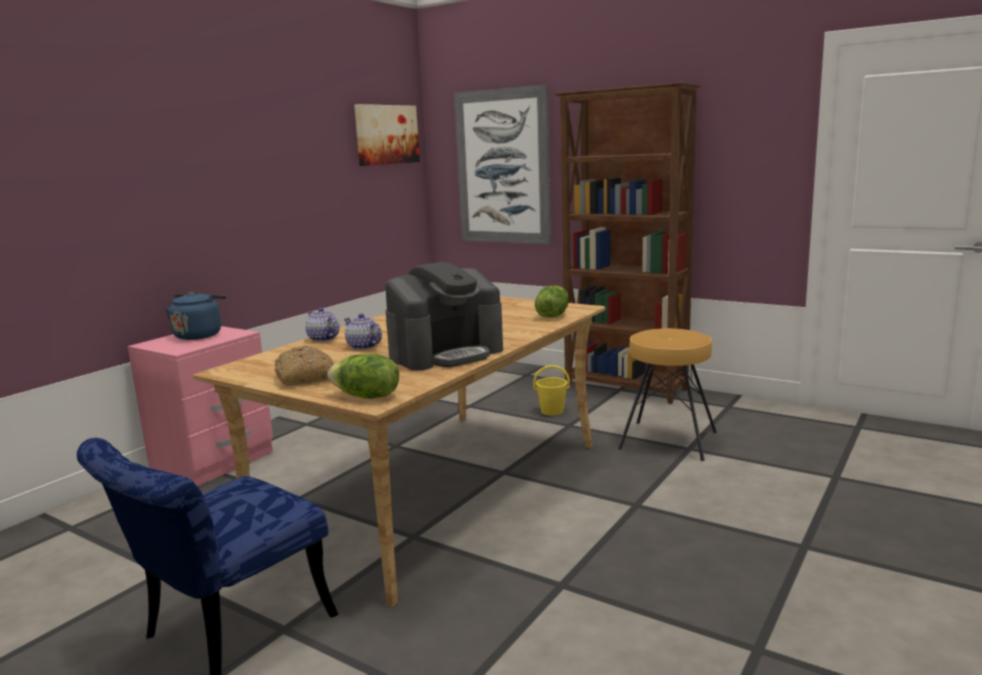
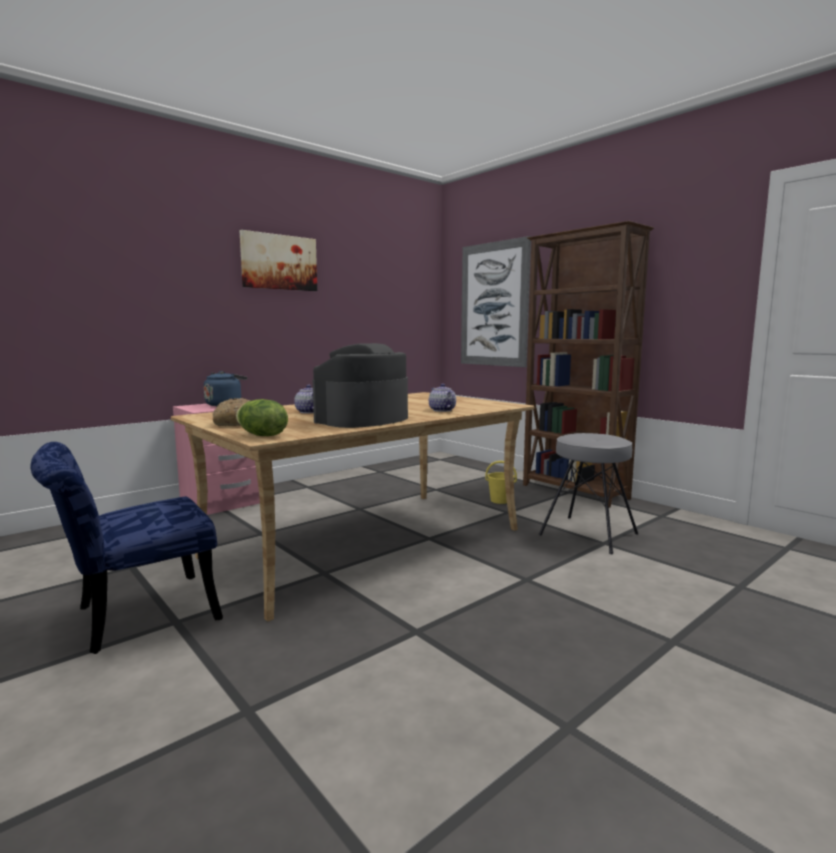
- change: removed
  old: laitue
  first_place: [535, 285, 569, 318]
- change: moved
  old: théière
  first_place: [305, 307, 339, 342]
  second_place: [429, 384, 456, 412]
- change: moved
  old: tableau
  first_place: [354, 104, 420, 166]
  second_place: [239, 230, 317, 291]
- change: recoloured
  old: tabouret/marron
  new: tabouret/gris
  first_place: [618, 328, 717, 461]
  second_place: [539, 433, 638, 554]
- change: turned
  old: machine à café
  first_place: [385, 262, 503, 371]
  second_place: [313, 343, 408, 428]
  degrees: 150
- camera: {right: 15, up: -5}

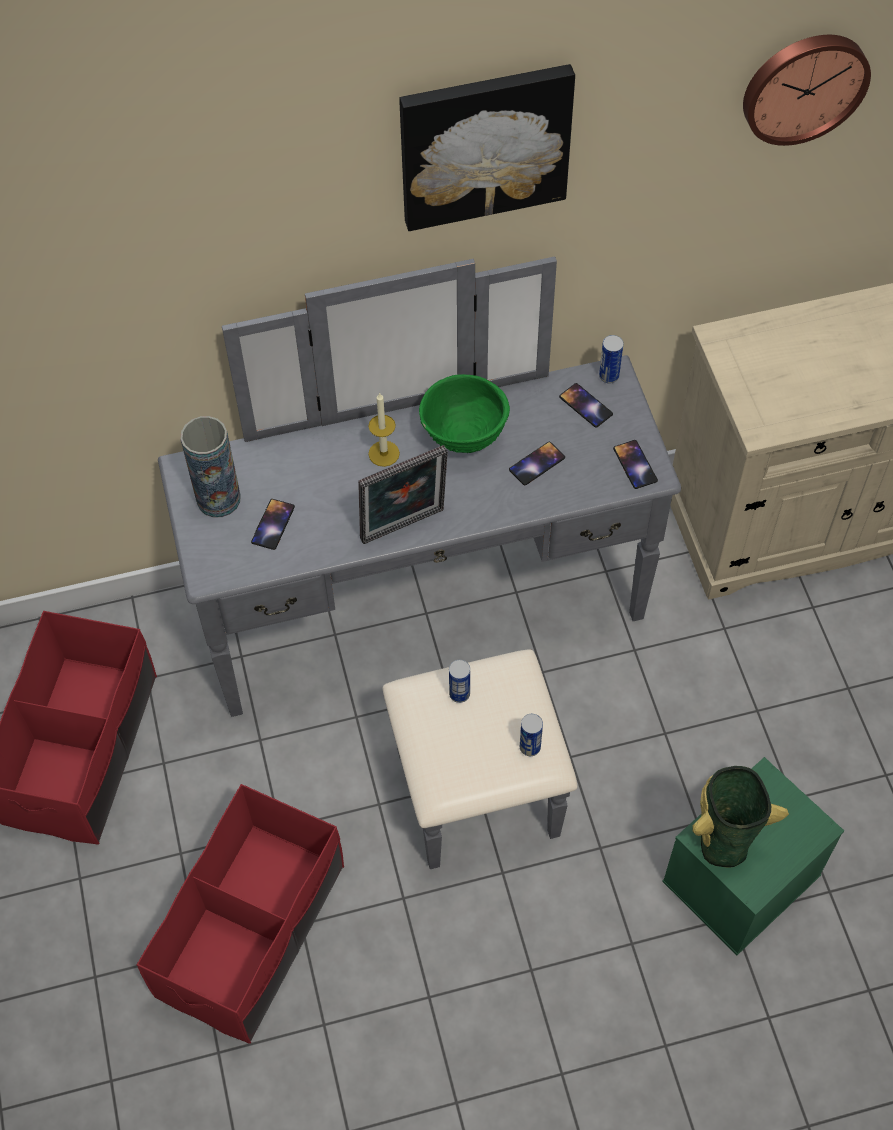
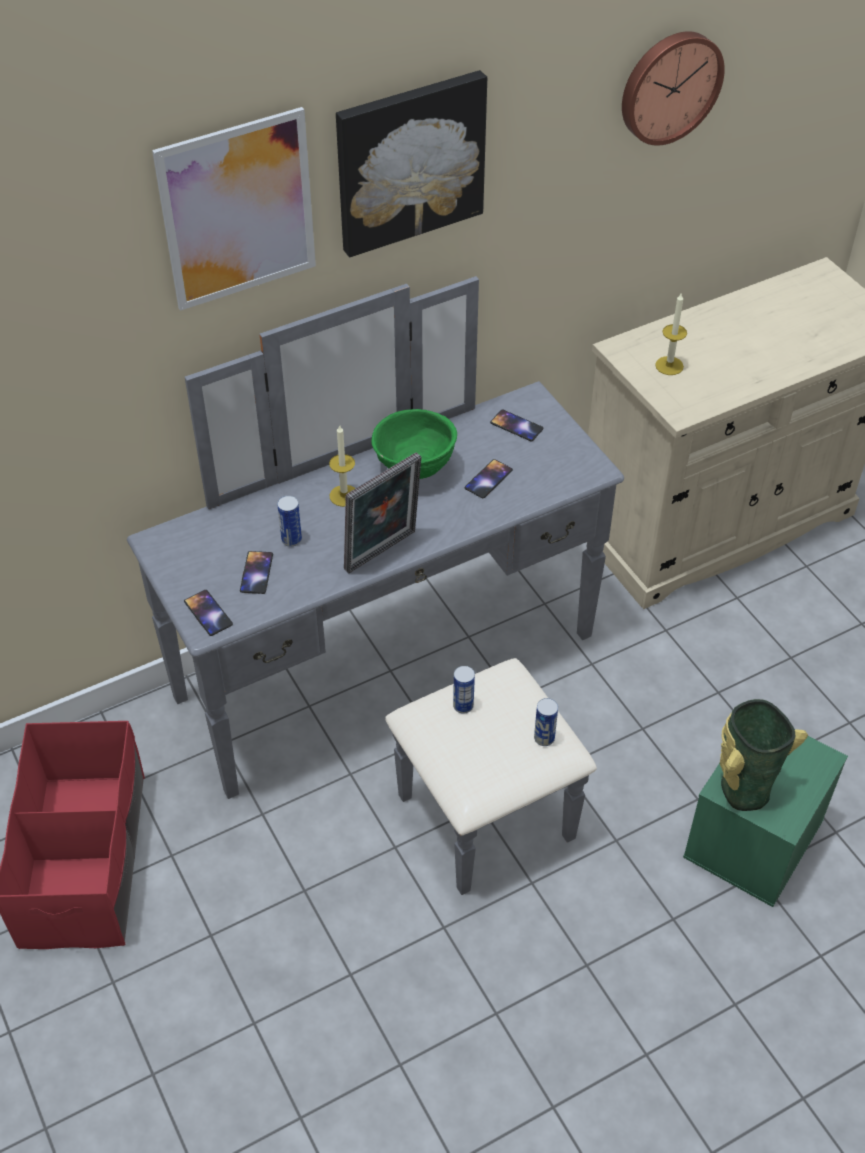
- change: removed
  old: boîte de rangement/rouge
  first_place: [137, 784, 344, 1044]
- change: removed
  old: vase
  first_place: [181, 416, 241, 517]
- change: added
  new: tableau
  second_place: [152, 107, 316, 311]
- change: added
  new: bougie
  second_place: [655, 292, 687, 375]
- change: moved
  old: boîte métallique
  first_place: [599, 335, 624, 384]
  second_place: [277, 496, 302, 547]
- change: moved
  old: téléphone
  first_place: [613, 440, 658, 489]
  second_place: [184, 590, 233, 636]
- camera: {right: -15, up: -10}

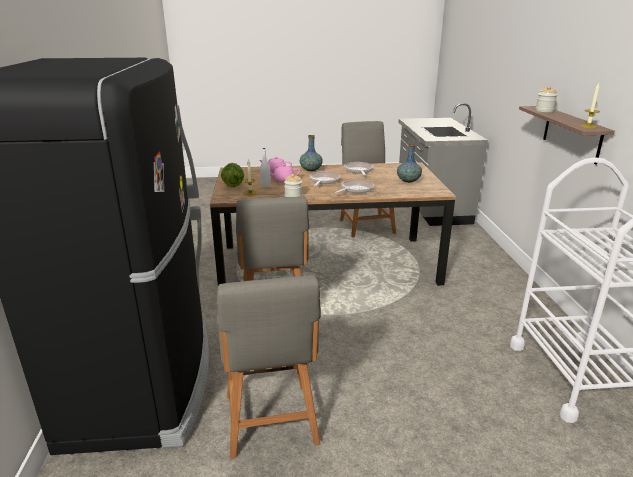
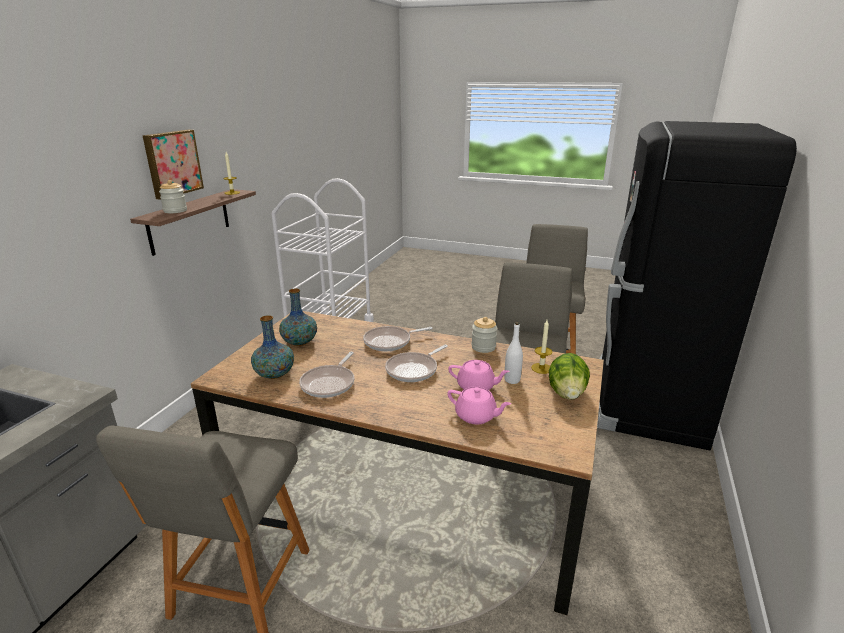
- change: added
  new: tableau
  second_place: [143, 130, 204, 200]
- change: moved
  old: vase
  first_place: [300, 135, 323, 172]
  second_place: [251, 315, 294, 379]
- camera: {right: -155, up: 0}

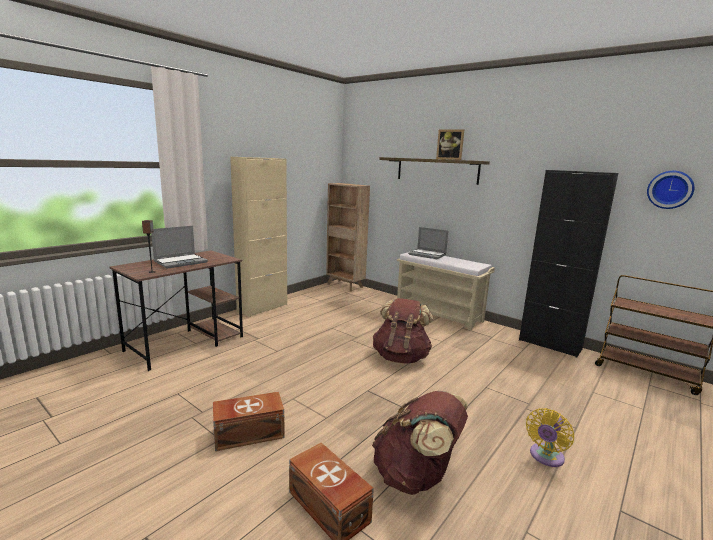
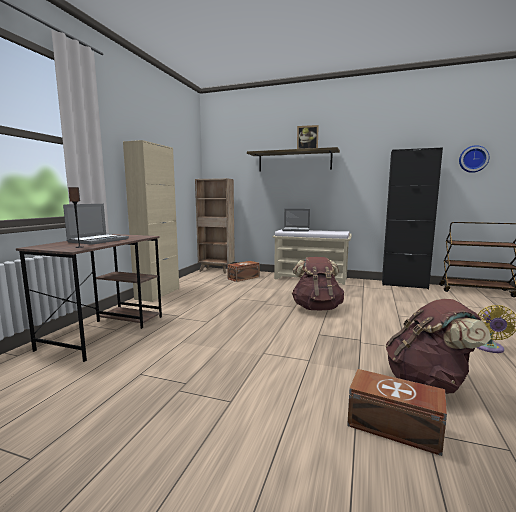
- change: moved
  old: boîte de rangement/marron
  first_place: [213, 392, 285, 451]
  second_place: [227, 261, 260, 282]
- camera: {right: -20, up: -5}

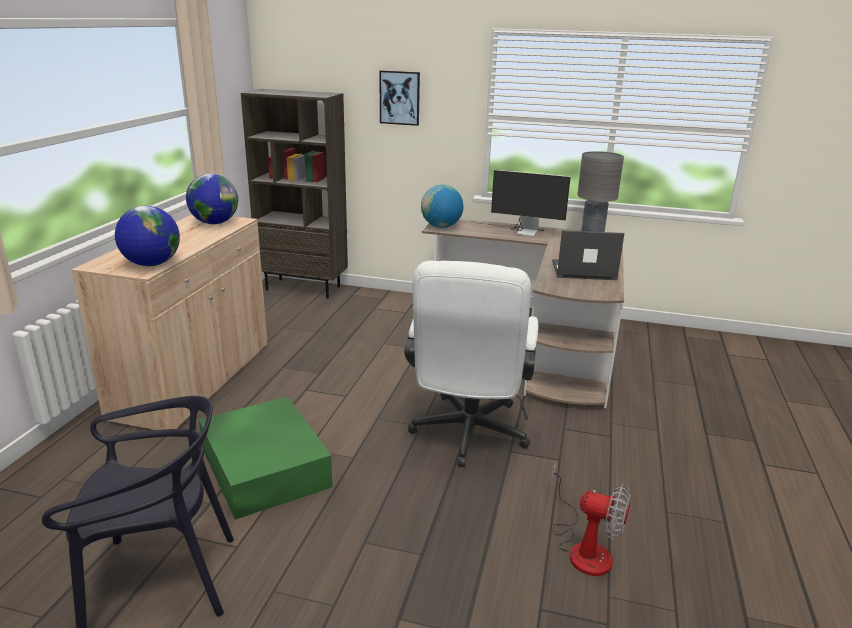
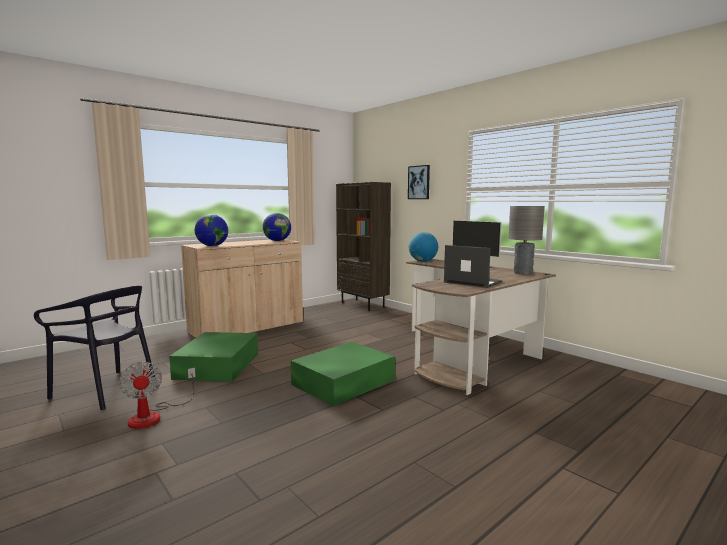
- change: moved
  old: ventilateur
  first_place: [552, 464, 631, 576]
  second_place: [119, 362, 196, 429]
- change: replaced
  old: chaise de bureau/blanc
  new: boîte de rangement/vert
  first_place: [404, 261, 538, 467]
  second_place: [291, 342, 395, 406]
- camera: {right: 35, up: -15}

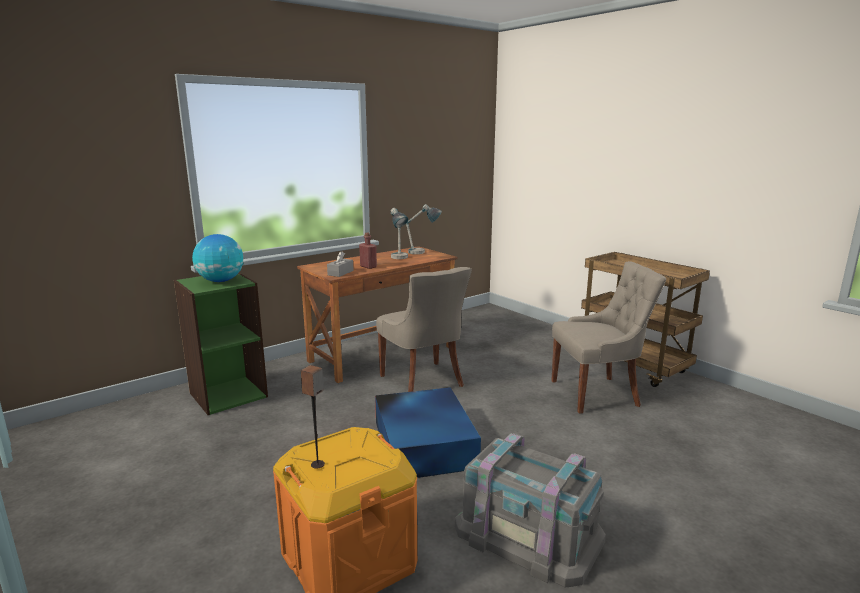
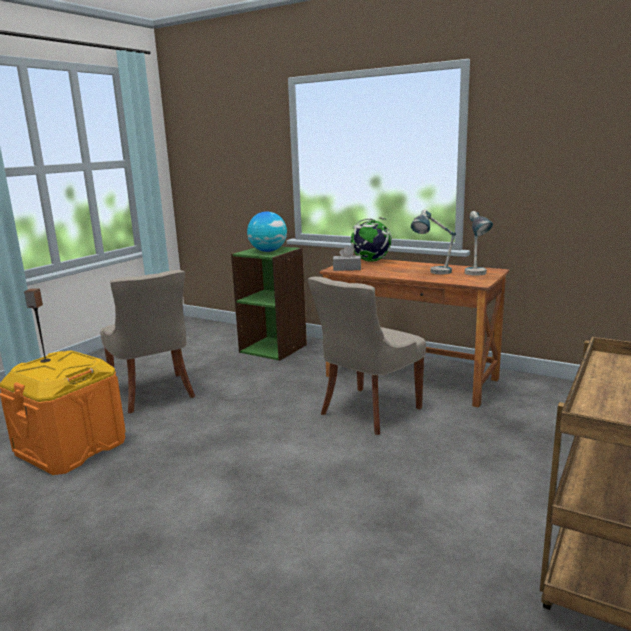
- change: removed
  old: bouteille/rouge
  first_place: [359, 233, 377, 269]
- change: removed
  old: boîte de rangement/bleu
  first_place: [375, 387, 481, 478]
- change: removed
  old: boîte de rangement/gris
  first_place: [455, 433, 606, 588]
- change: added
  new: globe
  second_place: [351, 217, 392, 262]
- change: moved
  old: chaise/gris
  first_place: [551, 261, 666, 414]
  second_place: [100, 270, 195, 413]
- camera: {right: 70, up: 0}

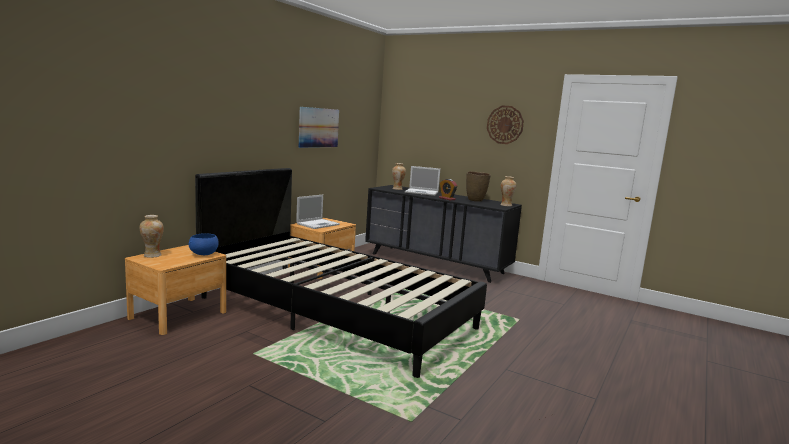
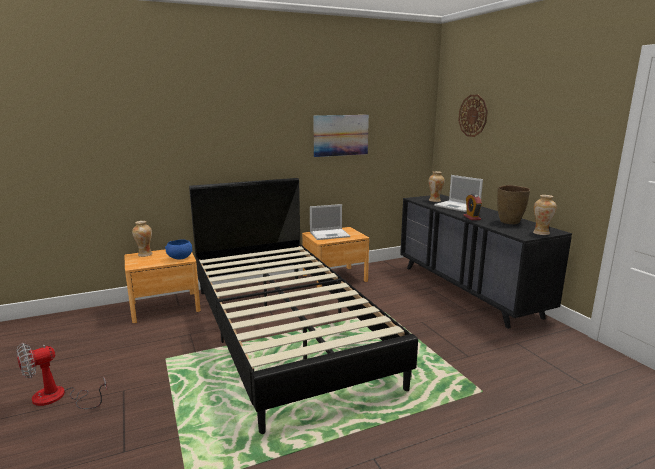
- change: added
  new: ventilateur
  second_place: [16, 343, 107, 409]
- change: moved
  old: horloge murale
  first_place: [487, 106, 524, 144]
  second_place: [458, 95, 488, 137]
- camera: {right: 35, up: 5}

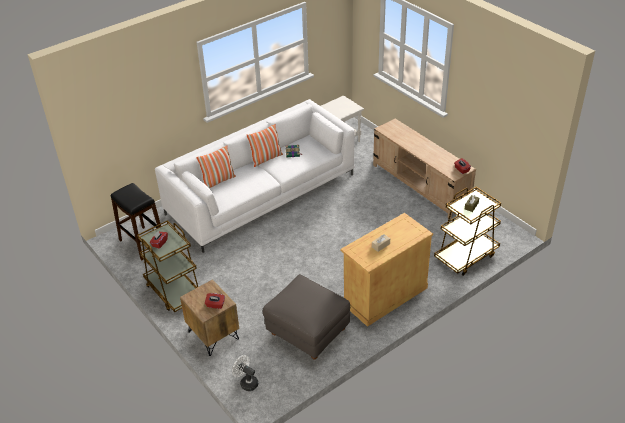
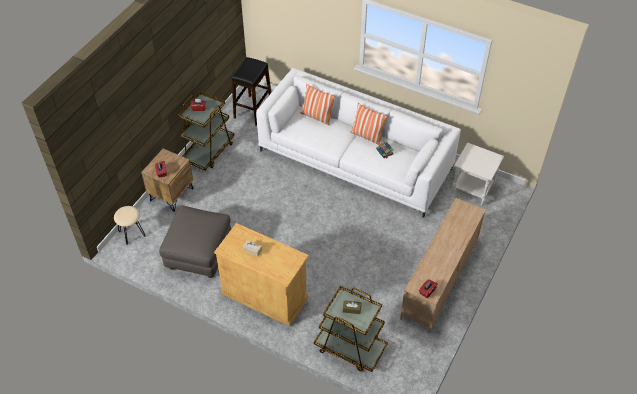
- change: replaced
  old: ventilateur/blanc
  new: tabouret/beige
  first_place: [232, 355, 258, 391]
  second_place: [114, 206, 145, 245]
- camera: {right: 65, up: 10}

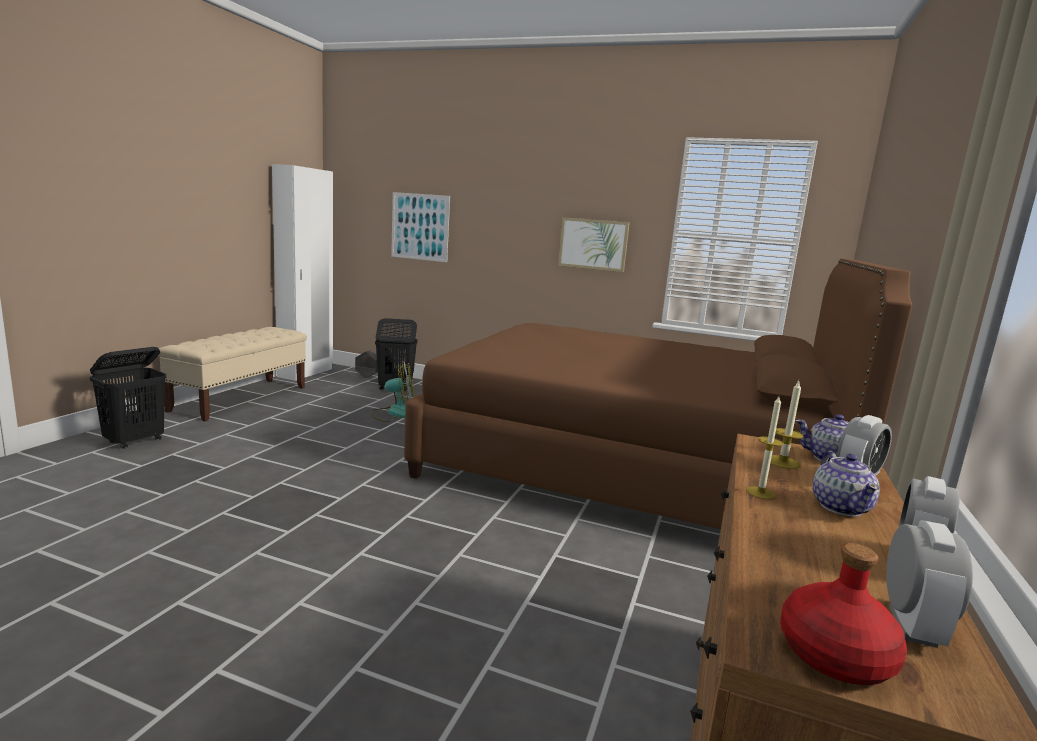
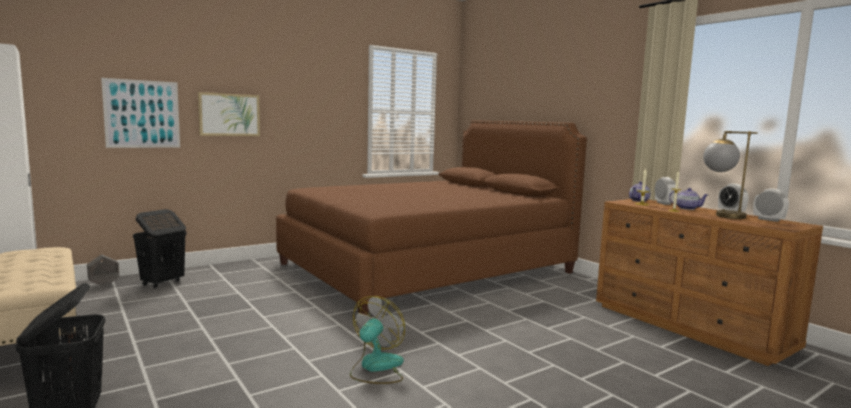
- change: removed
  old: bouteille/rouge
  first_place: [780, 543, 907, 685]
- change: added
  new: lampe de table
  second_place: [703, 131, 758, 219]
- change: moved
  old: ventilateur
  first_place: [371, 361, 415, 422]
  second_place: [350, 296, 405, 384]
- change: moved
  old: tableau
  first_place: [558, 217, 630, 272]
  second_place: [198, 92, 260, 136]
- camera: {right: -55, up: -5}

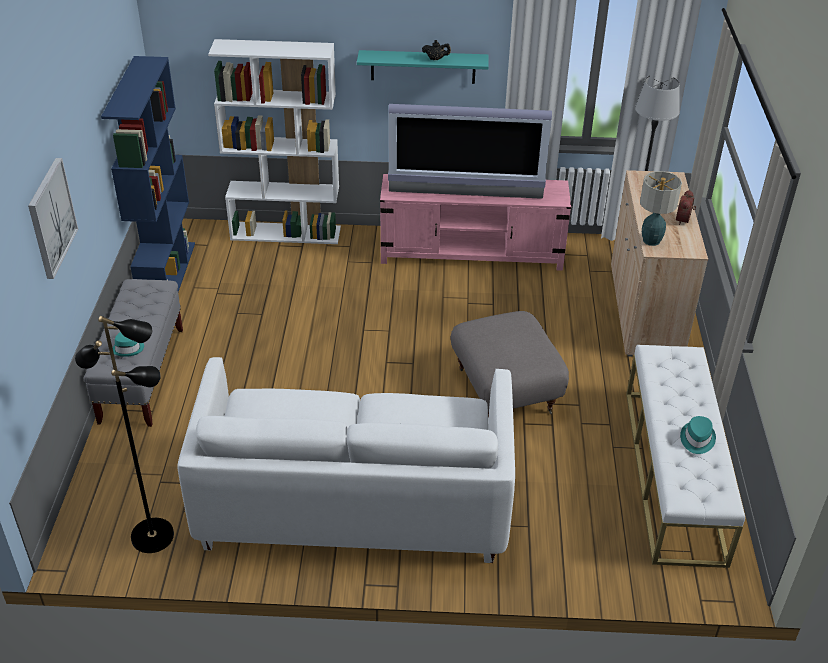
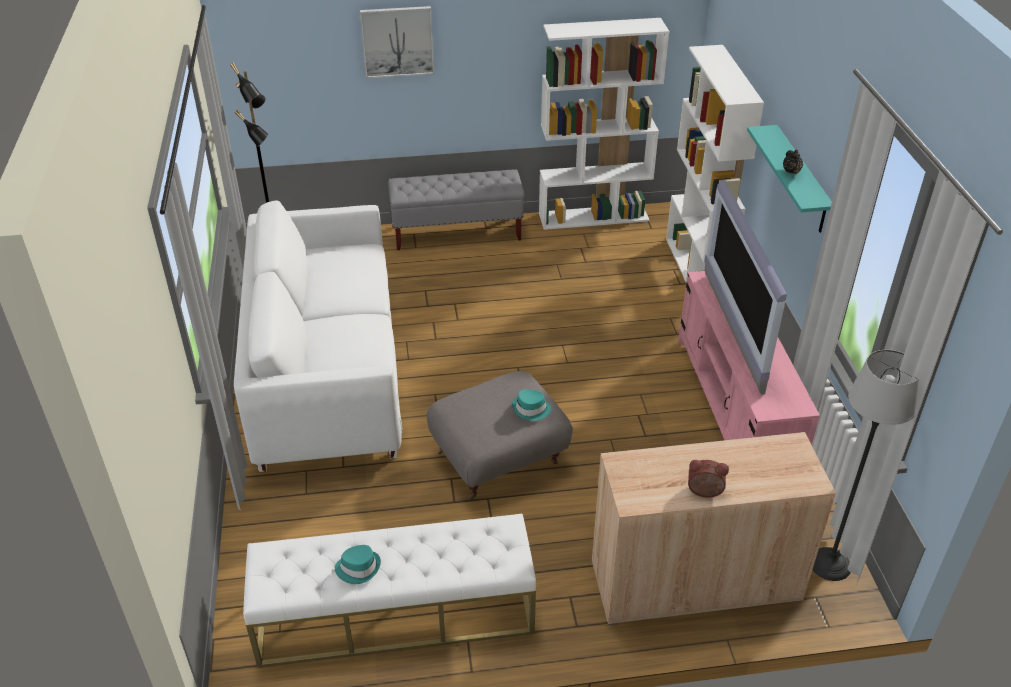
- change: removed
  old: lampe de table
  first_place: [640, 171, 682, 246]
- change: moved
  old: chapeau/turquoise
  first_place: [113, 332, 144, 357]
  second_place: [512, 389, 552, 421]
- change: recoloured
  old: bibliothèque/bleu
  new: bibliothèque/blanc
  first_place: [101, 56, 195, 292]
  second_place: [539, 18, 669, 230]
- camera: {right: 80, up: 0}

